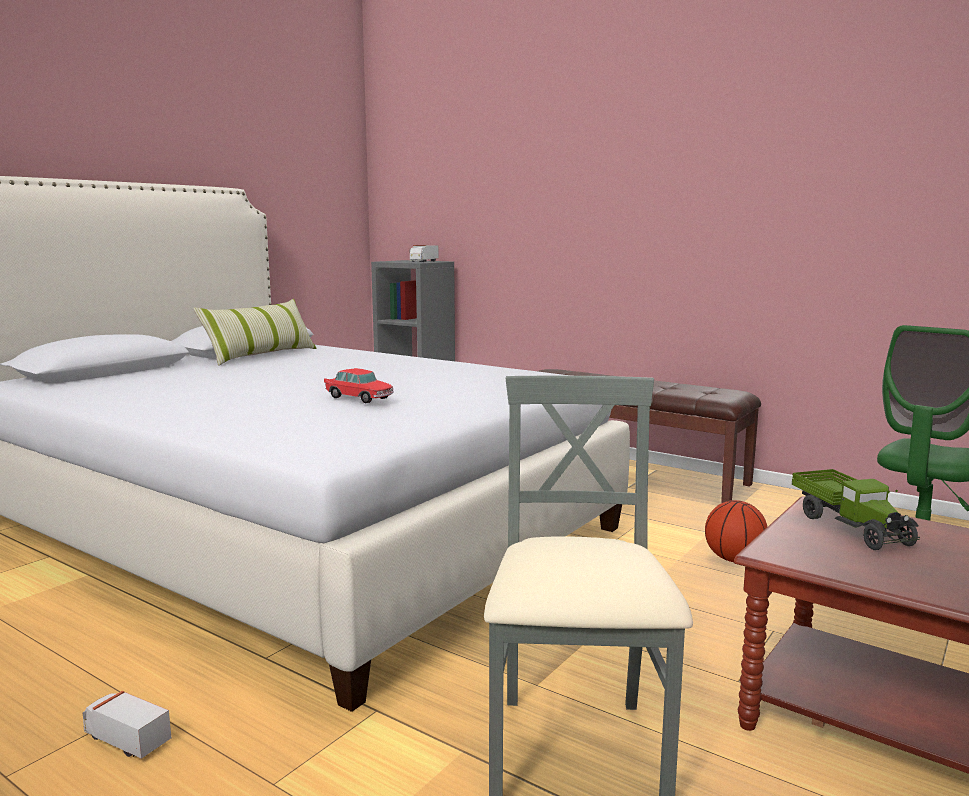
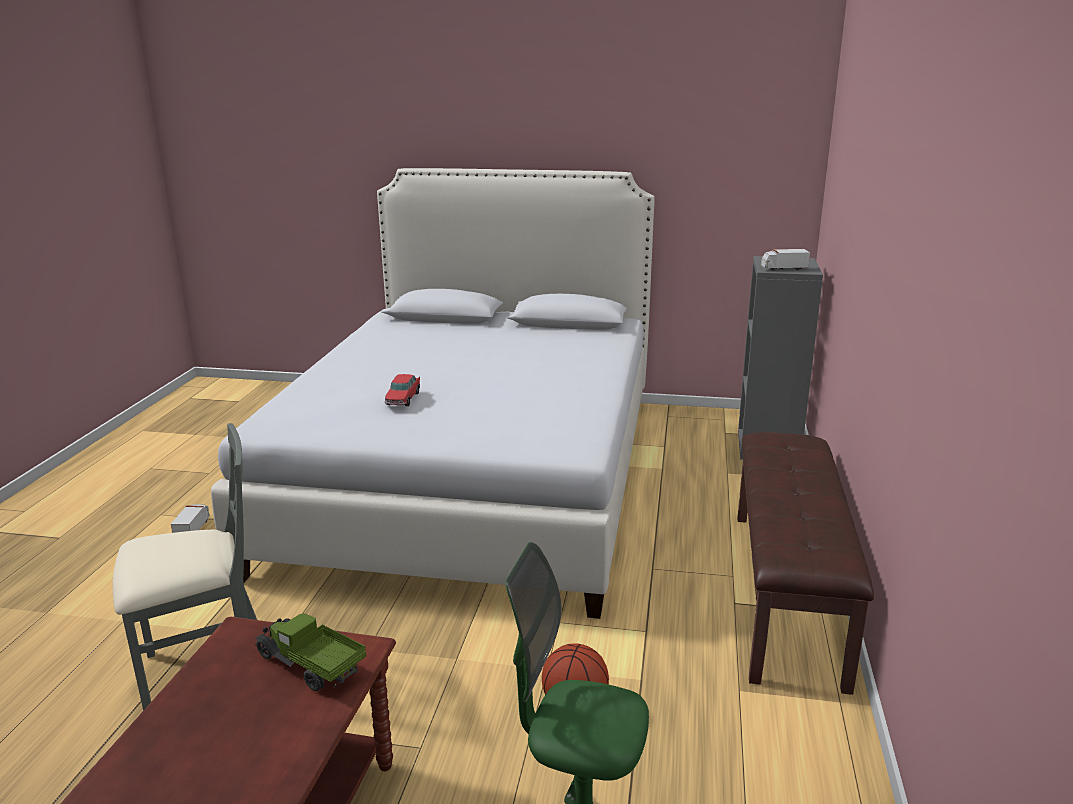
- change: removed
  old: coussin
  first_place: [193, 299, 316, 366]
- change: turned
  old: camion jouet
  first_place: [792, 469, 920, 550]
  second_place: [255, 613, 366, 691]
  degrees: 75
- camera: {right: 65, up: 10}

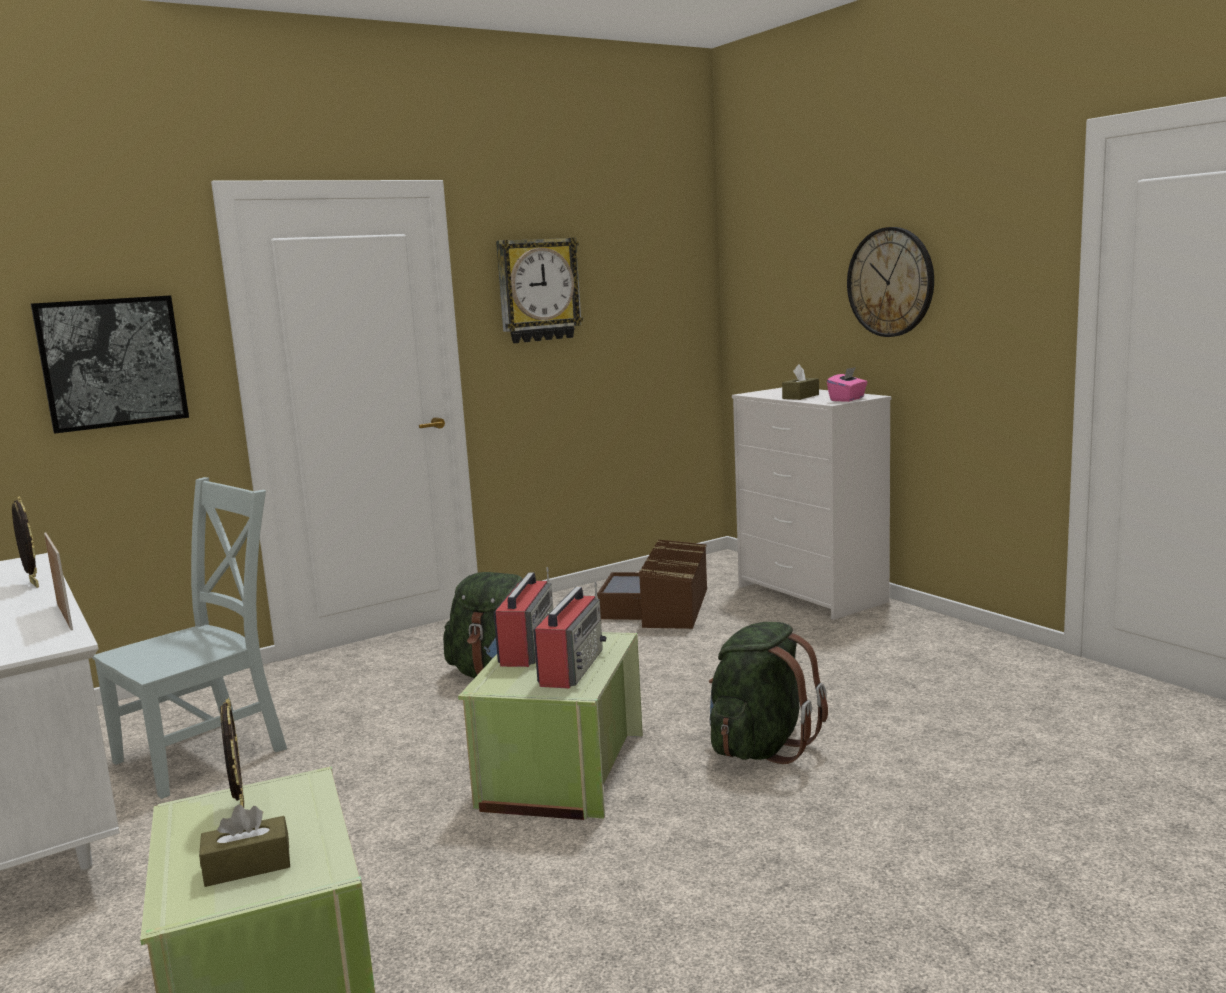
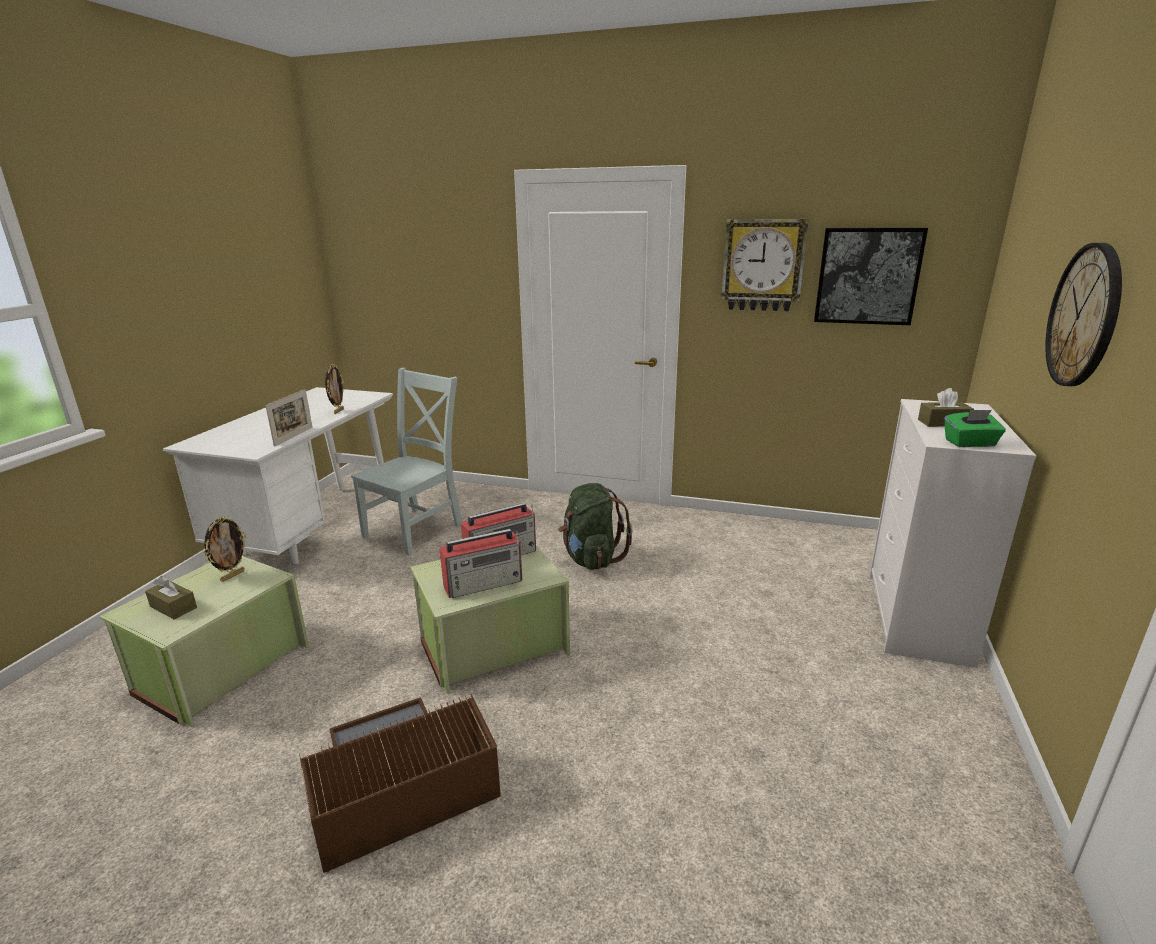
- change: removed
  old: sac à dos/vert
  first_place: [709, 622, 828, 764]
- change: moved
  old: tableau
  first_place: [31, 295, 189, 434]
  second_place: [814, 228, 928, 325]
- change: moved
  old: boîte de rangement/marron
  first_place: [597, 540, 707, 629]
  second_place: [299, 694, 501, 873]
- change: recoloured
  old: boîte à mouchoirs/rose
  new: boîte à mouchoirs/vert
  first_place: [827, 367, 868, 402]
  second_place: [944, 409, 1006, 447]
- change: turned
  old: chaise/gris
  first_place: [92, 477, 287, 799]
  second_place: [351, 368, 463, 555]
  degrees: -60
- camera: {right: 50, up: 10}

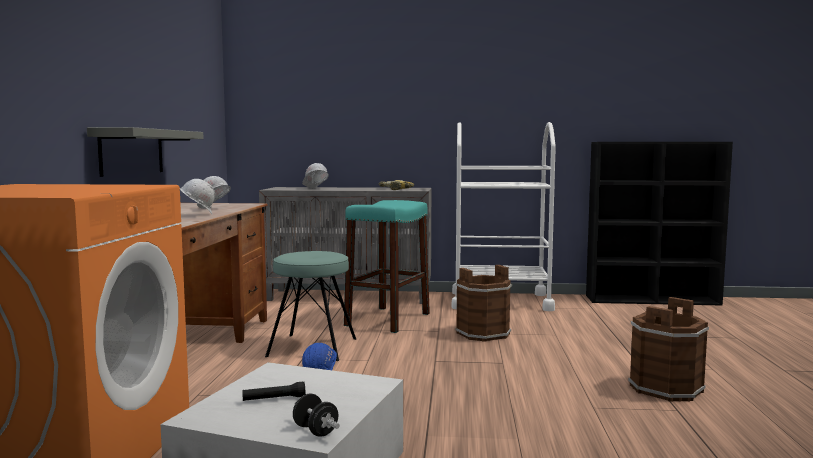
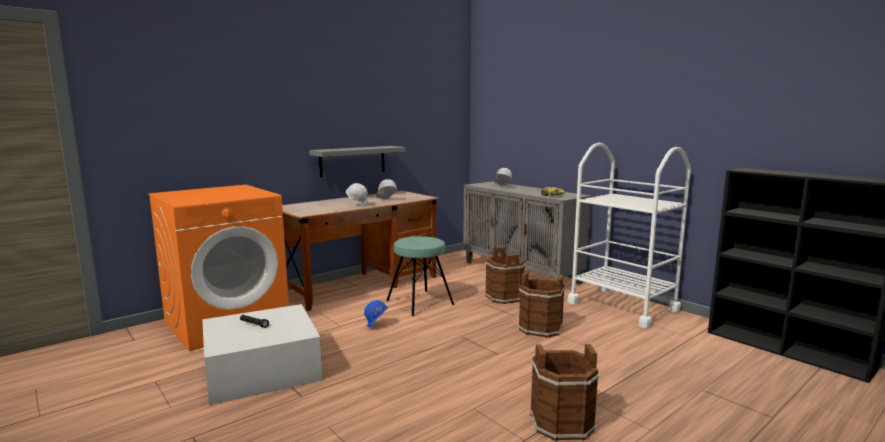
- change: removed
  old: haltère/noir
  first_place: [293, 394, 340, 437]
- change: replaced
  old: tabouret/turquoise
  new: seau/marron
  first_place: [344, 200, 430, 333]
  second_place: [484, 247, 526, 304]
- camera: {right: 45, up: 5}

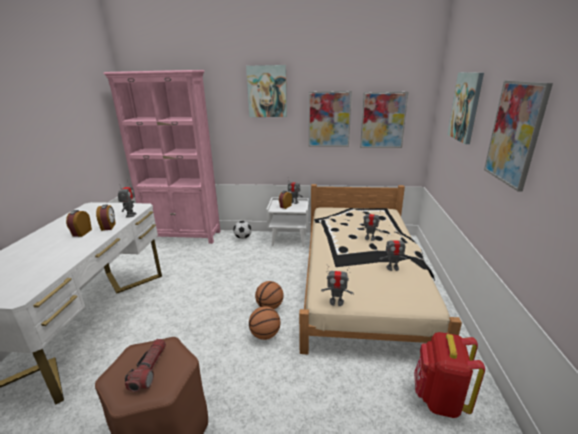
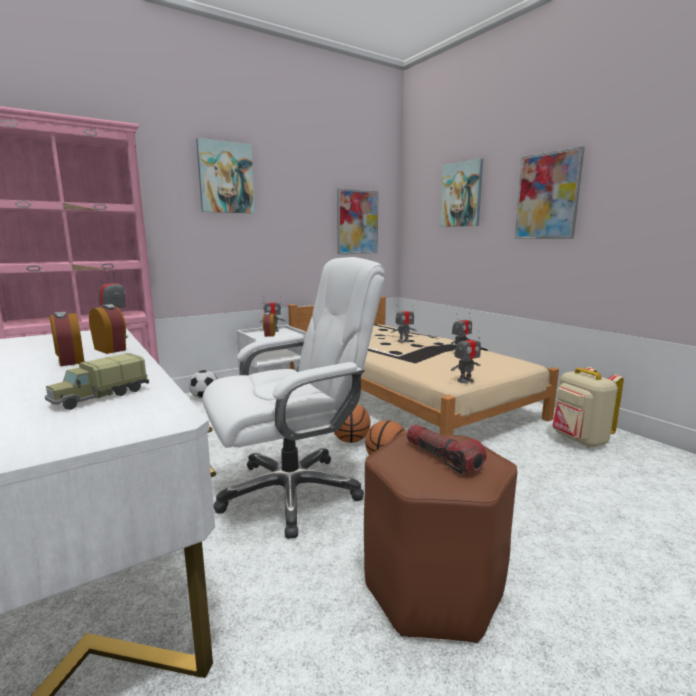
- change: removed
  old: tableau
  first_place: [309, 91, 352, 147]
- change: added
  new: camion jouet
  second_place: [45, 353, 149, 410]
- change: added
  new: chaise de bureau/blanc
  second_place: [202, 257, 385, 539]
- change: recoloured
  old: sac à dos/rouge
  new: sac à dos/beige
  first_place: [414, 332, 485, 418]
  second_place: [552, 367, 624, 448]
- camera: {right: -40, up: -10}

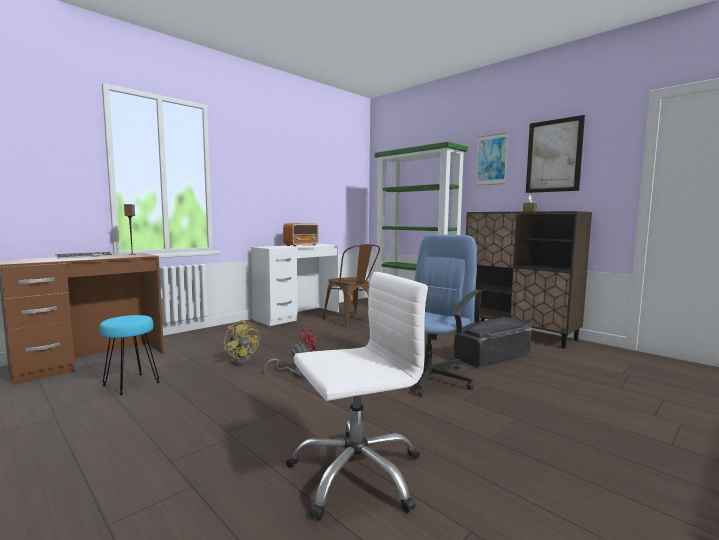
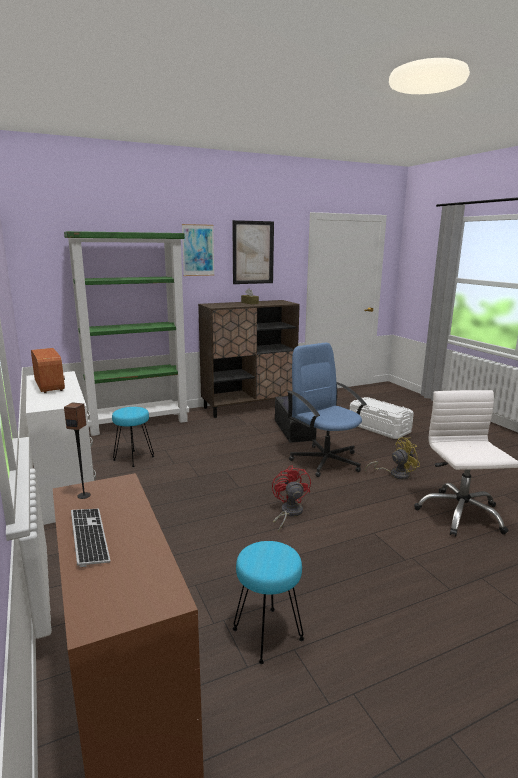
- change: added
  new: boîte de rangement/blanc
  second_place: [350, 397, 414, 439]
- change: moved
  old: ventilateur/jaune
  first_place: [224, 320, 260, 365]
  second_place: [365, 437, 420, 480]
- change: replaced
  old: chaise/marron
  new: tabouret/turquoise
  first_place: [322, 244, 380, 327]
  second_place: [112, 407, 154, 467]
- camera: {right: -70, up: 10}

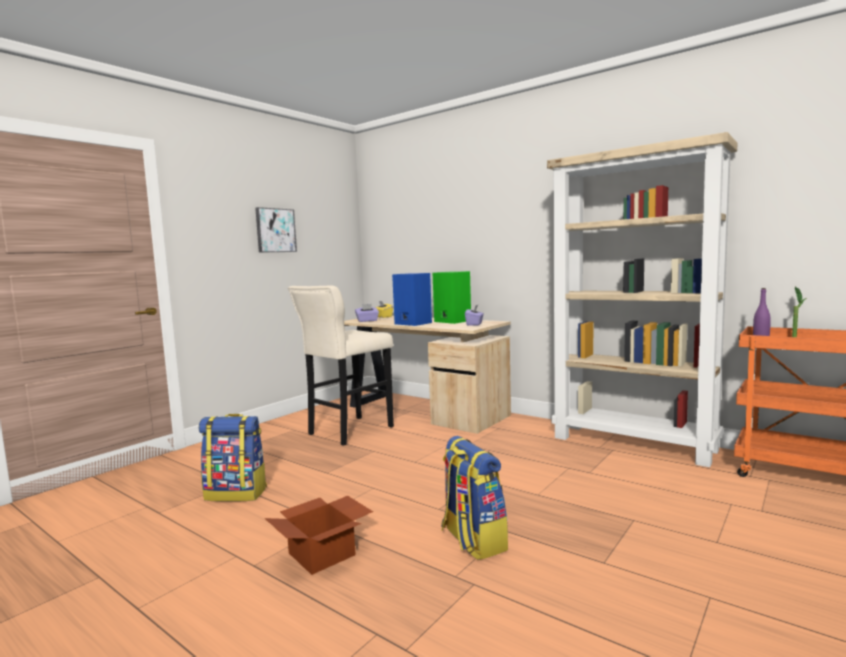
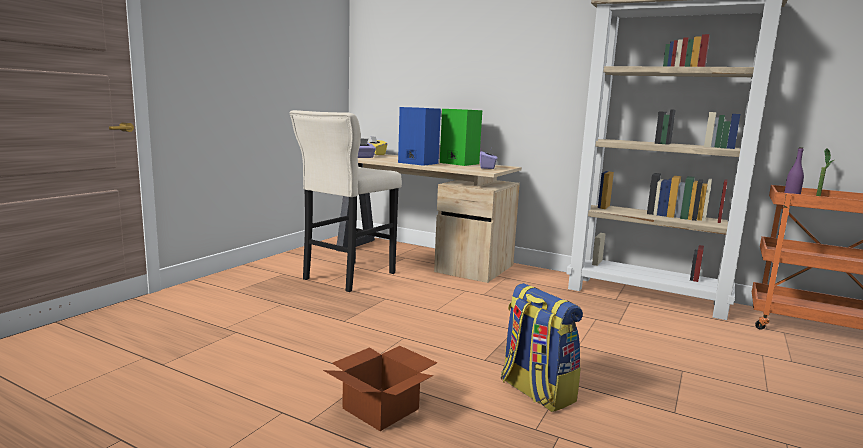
- change: removed
  old: sac à dos
  first_place: [199, 414, 267, 502]
- change: removed
  old: tableau
  first_place: [255, 207, 297, 253]
- camera: {right: -10, up: 5}

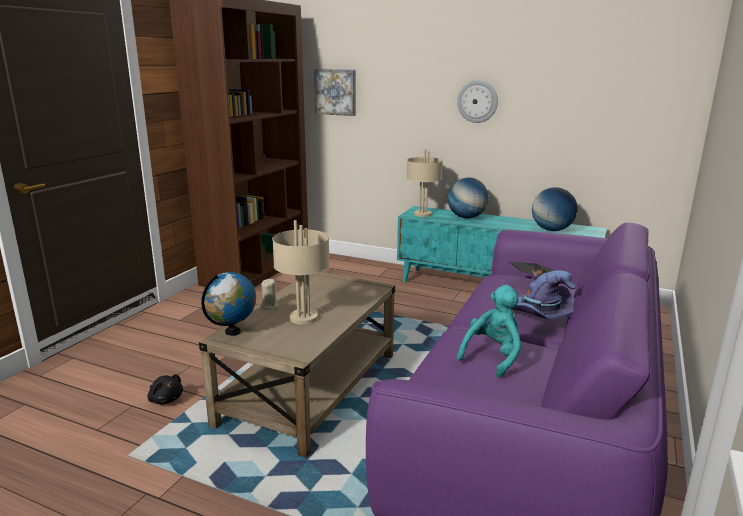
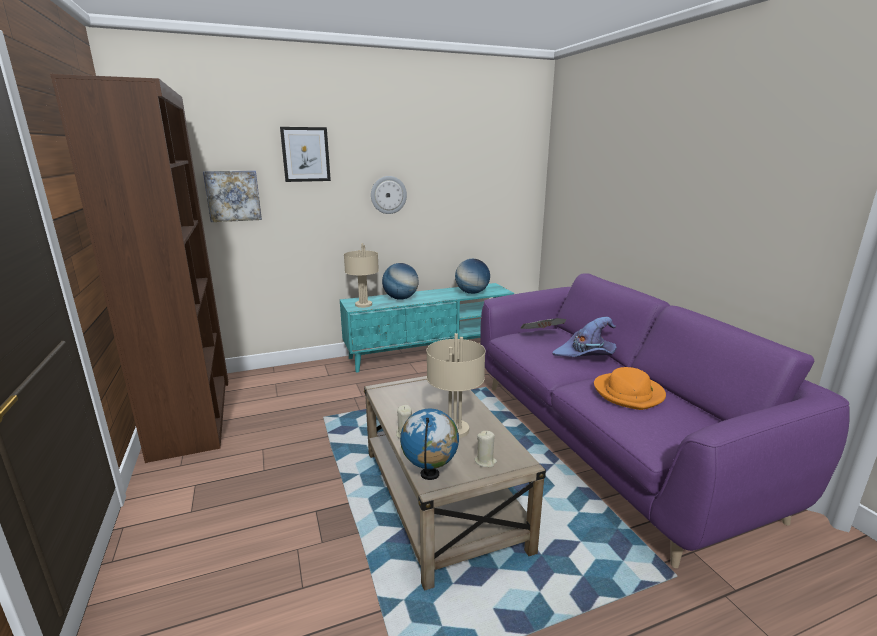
- change: removed
  old: peluche/noir
  first_place: [147, 374, 183, 404]
- change: added
  new: tableau
  second_place: [280, 127, 331, 182]
- change: added
  new: bougie/beige
  second_place: [474, 431, 497, 467]
- change: replaced
  old: peluche/turquoise
  new: chapeau/orange
  first_place: [456, 285, 522, 378]
  second_place: [594, 367, 666, 410]
- camera: {right: -45, up: 0}

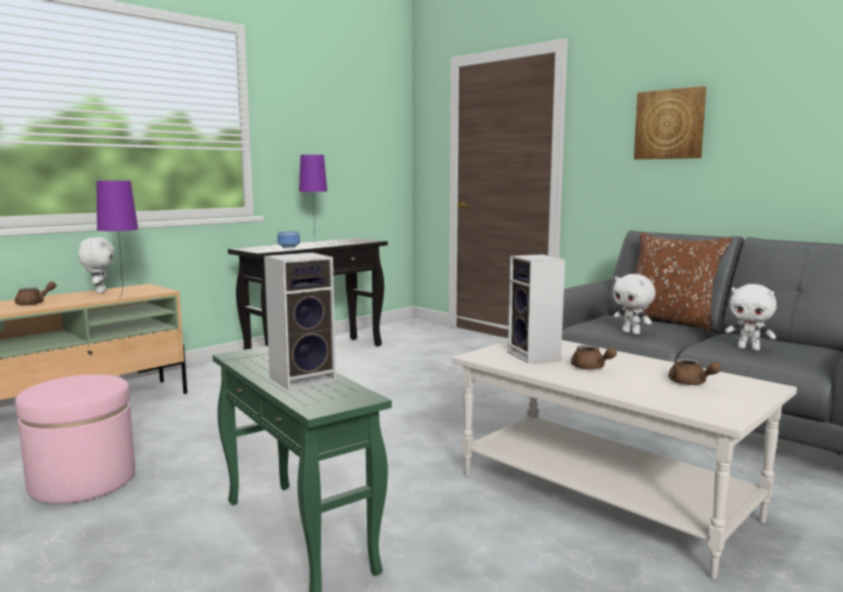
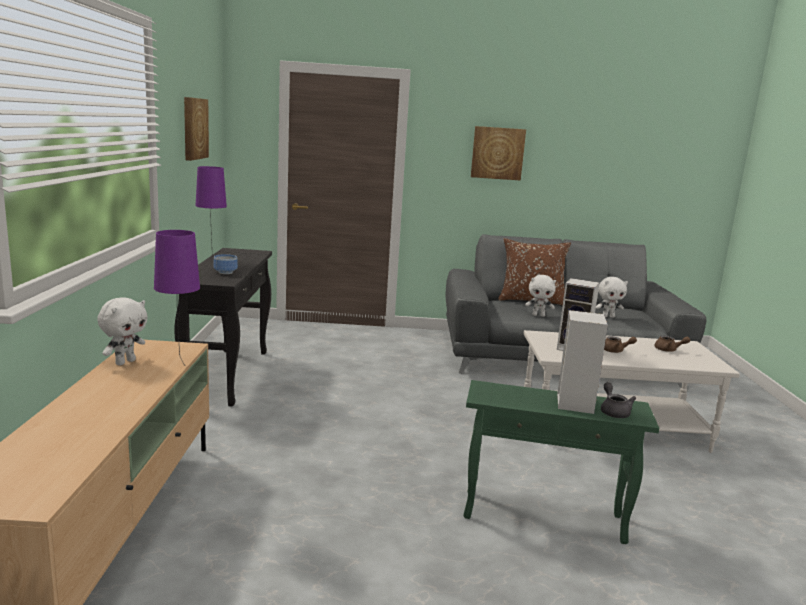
- change: removed
  old: théière/marron
  first_place: [15, 281, 56, 305]
- change: removed
  old: pouf/rose
  first_place: [15, 375, 135, 504]
- change: added
  new: tableau
  second_place: [184, 97, 209, 161]
- change: added
  new: théière/gris
  second_place: [601, 382, 636, 418]
- change: turned
  old: peluche/blanc
  first_place: [78, 237, 115, 293]
  second_place: [97, 297, 148, 366]
  degrees: 90
- camera: {right: -45, up: 5}

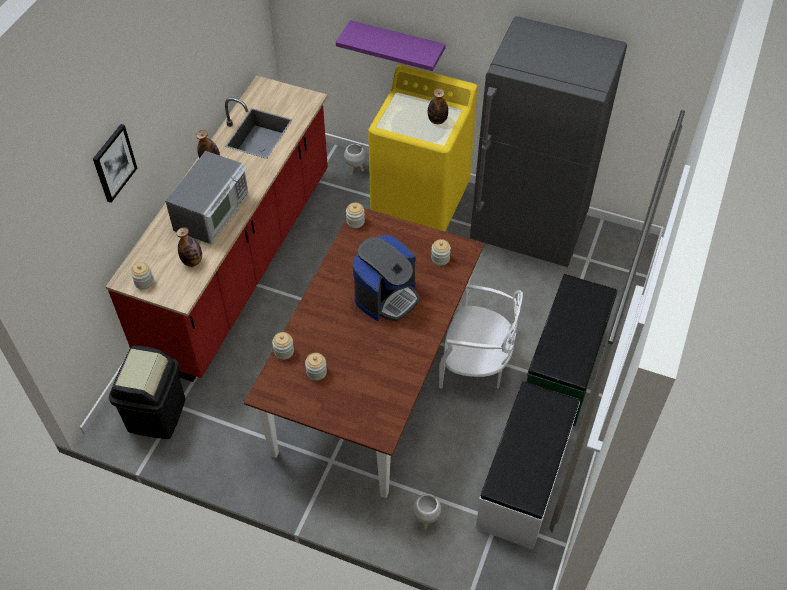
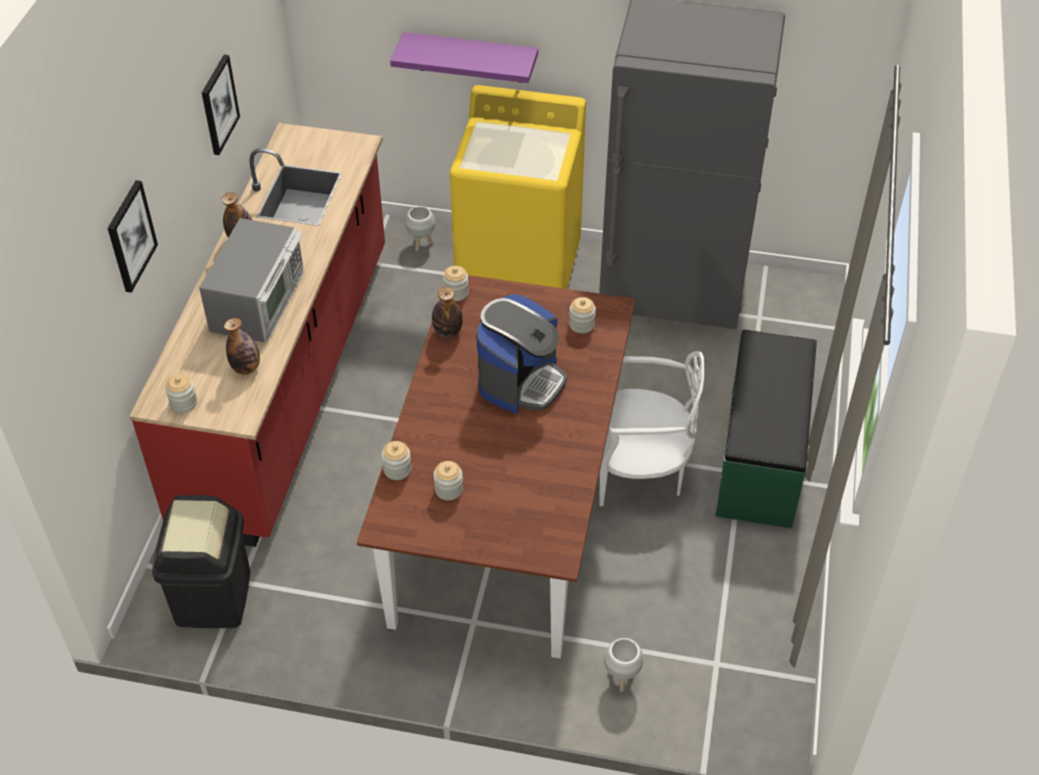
- change: removed
  old: banc/blanc
  first_place: [475, 381, 580, 549]
- change: added
  new: tableau
  second_place: [202, 55, 240, 155]
- change: moved
  old: bouteille
  first_place: [428, 88, 448, 124]
  second_place: [432, 287, 463, 338]
- camera: {right: -10, up: -5}

